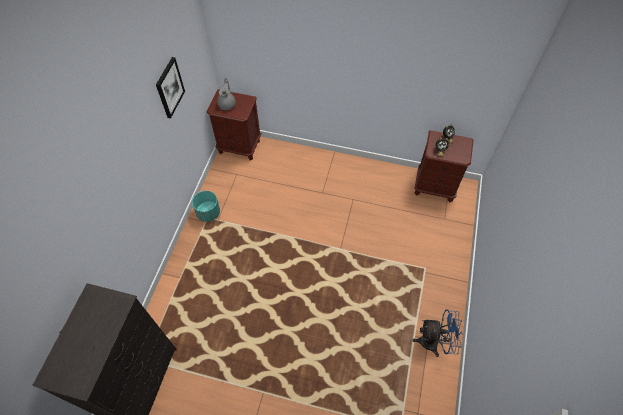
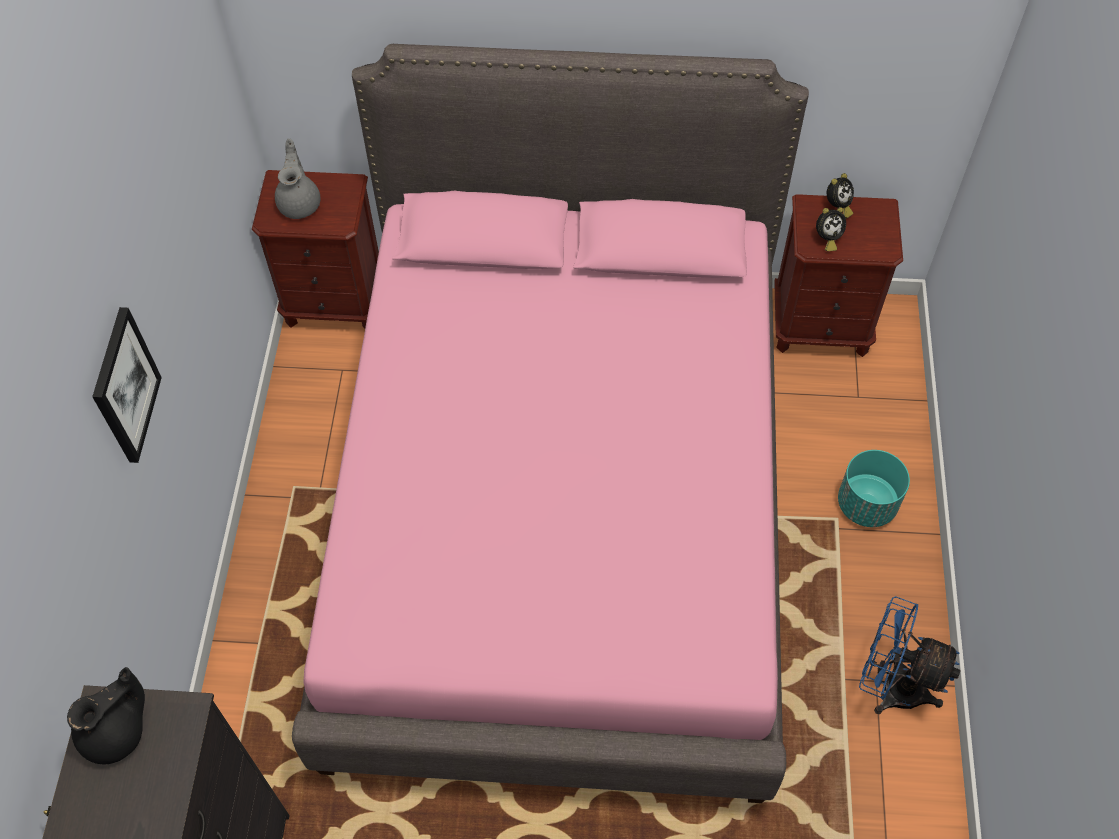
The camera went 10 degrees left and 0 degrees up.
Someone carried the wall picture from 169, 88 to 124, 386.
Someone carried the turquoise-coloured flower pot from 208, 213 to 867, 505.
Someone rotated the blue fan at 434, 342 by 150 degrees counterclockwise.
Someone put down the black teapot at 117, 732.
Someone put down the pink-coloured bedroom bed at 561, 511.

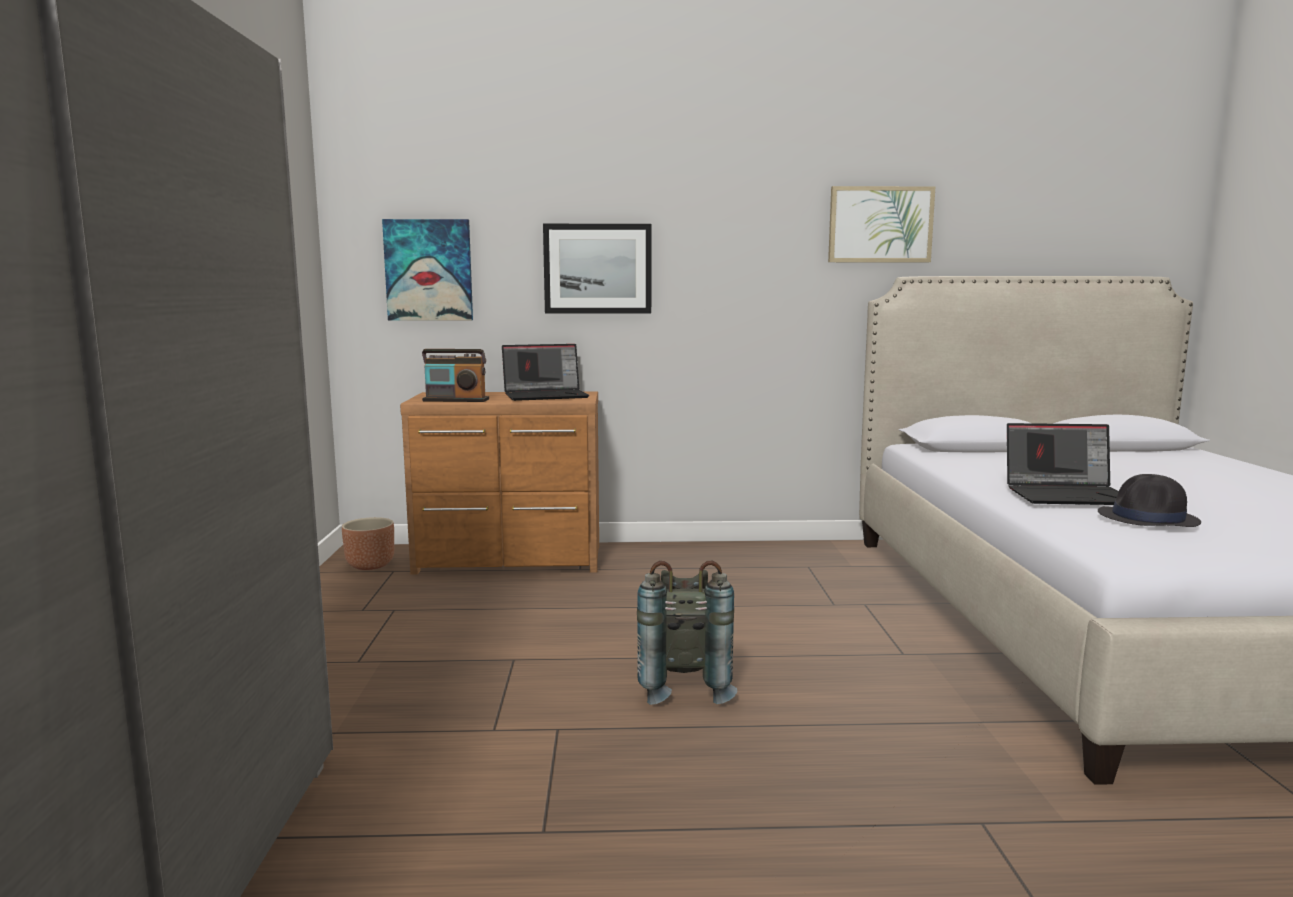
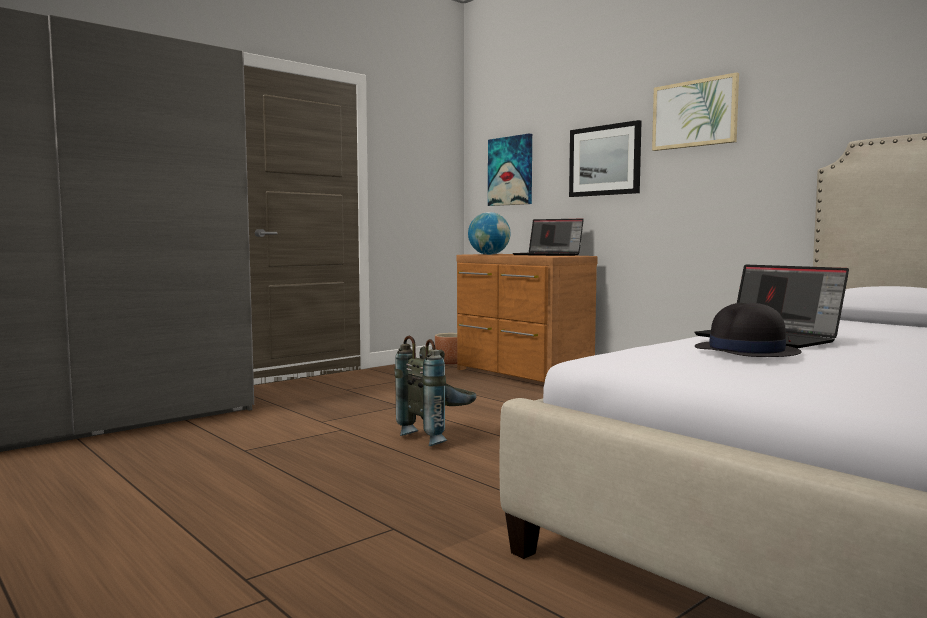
The camera went 50 degrees right and 5 degrees down.
Someone swapped the radio receiver at 456, 400 for the world globe at 489, 254.
Someone carried the wall picture from 880, 225 to 694, 114.

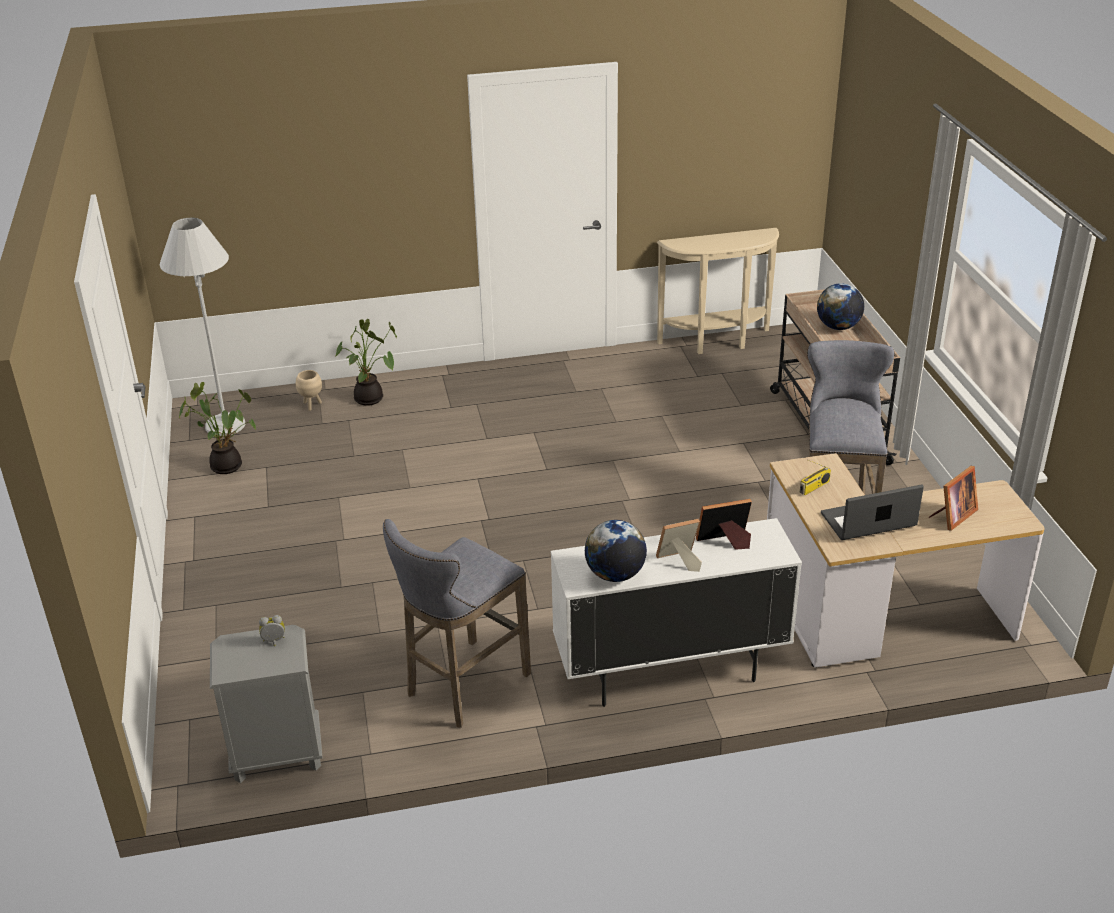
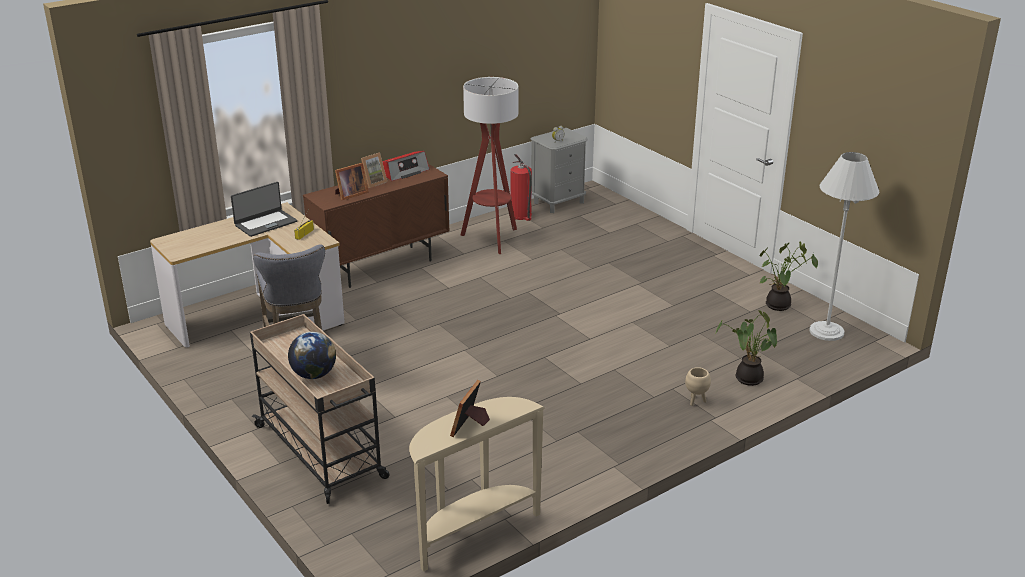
The camera went 155 degrees right and 5 degrees down.
Someone carried the beige flower pot from 311, 405 to 696, 401.
Someone swapped the grey stool at 463, 687 for the standing lamp at 492, 239.
Someone repainted the white storage cabinet at 670, 672, which became the brownish storage cabinet at 382, 266.
Someone swapped the world globe at 615, 574 for the radio receiver at 405, 172.
Someone carried the photo frame from 952, 516 to 470, 425.
Someone put down the fire-fighting cylinder at 521, 215.

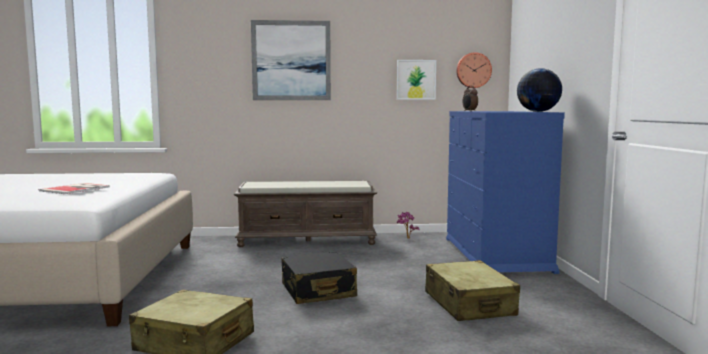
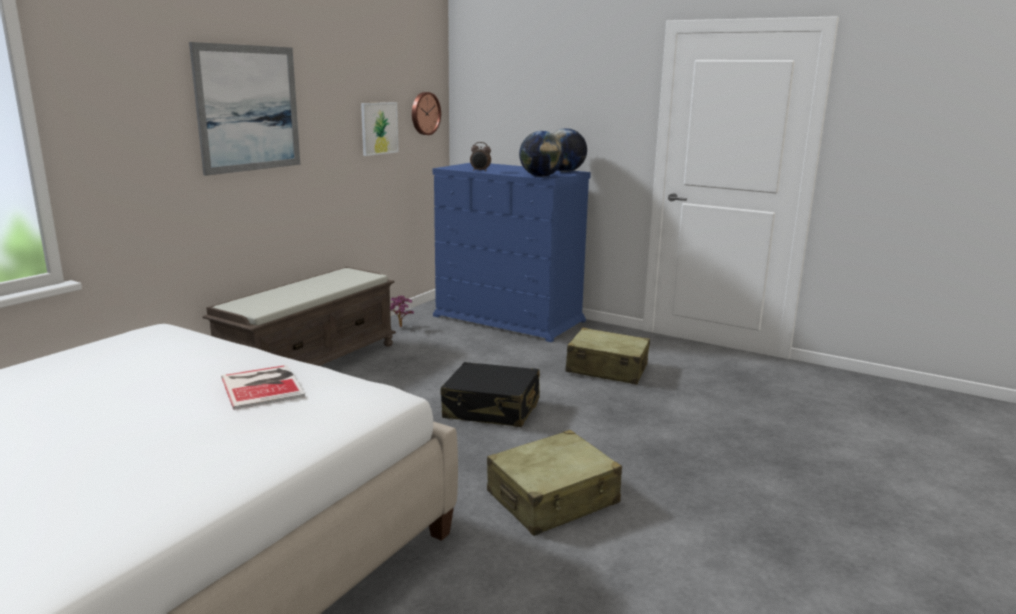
The camera went 55 degrees left and 10 degrees up.
Someone put down the world globe at 541, 176.

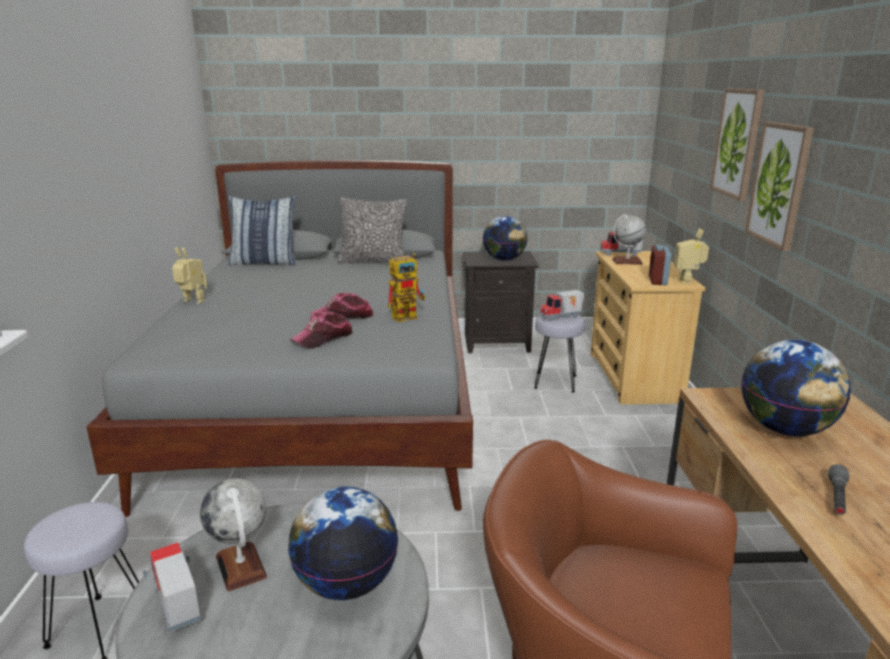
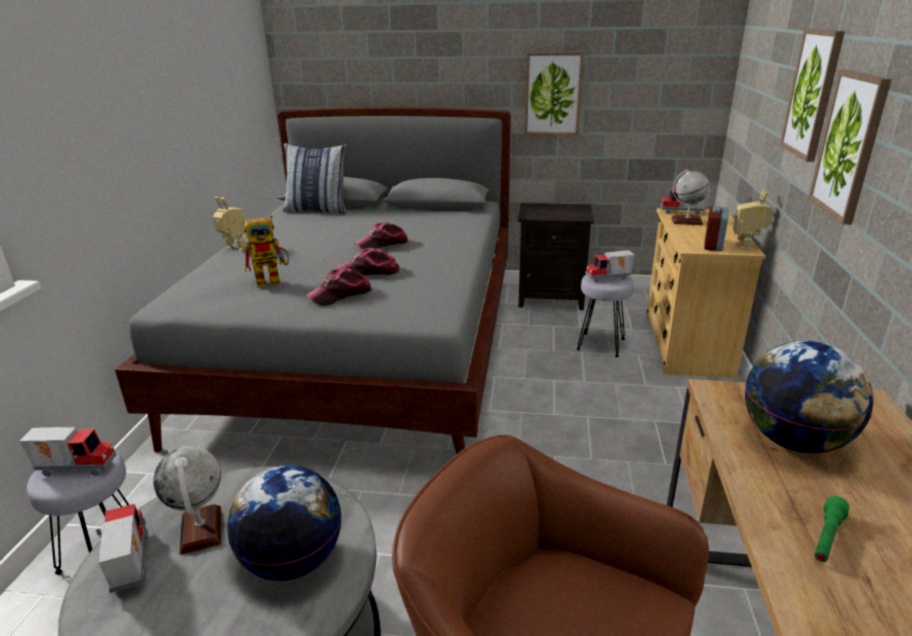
The camera went 10 degrees right and 5 degrees up.
Someone took away the throw pillow at 373, 262.
Someone carried the toy robot from 408, 316 to 273, 280.
Someone took away the world globe at 504, 259.
Someone repainted the grey torch at 837, 498, which became the greenish torch at 826, 537.
Someone put down the toy truck at 77, 467.
Someone put down the baseball cap at 382, 244.
Someone put up the wall picture at 552, 94.

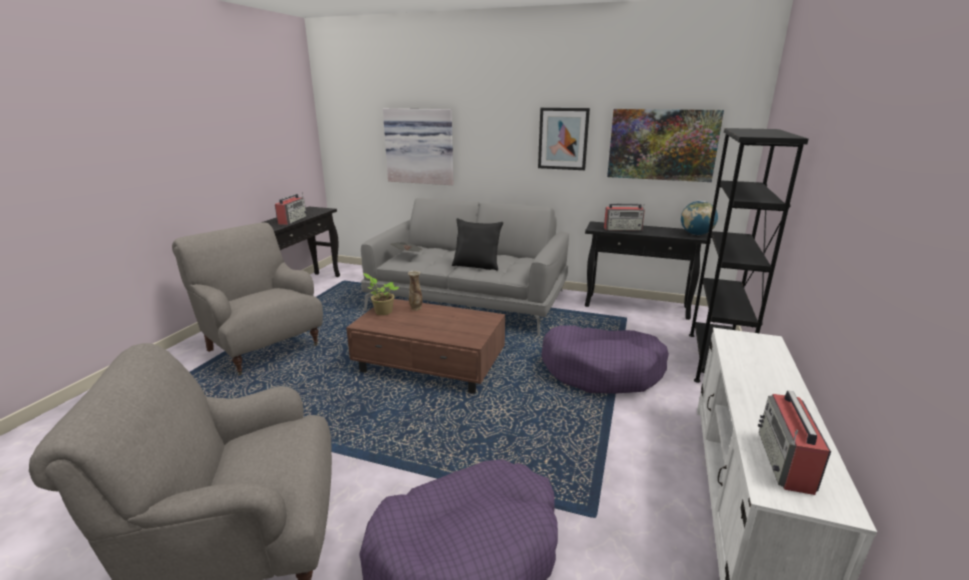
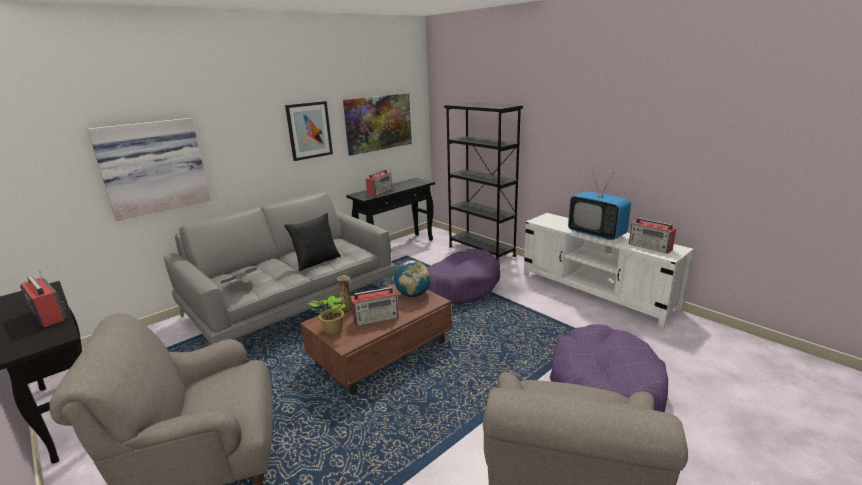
The camera went 60 degrees left and 0 degrees up.
Someone carried the world globe from 696, 234 to 413, 294.
Someone put down the radio receiver at 376, 318.
Someone put down the TV at 596, 234.

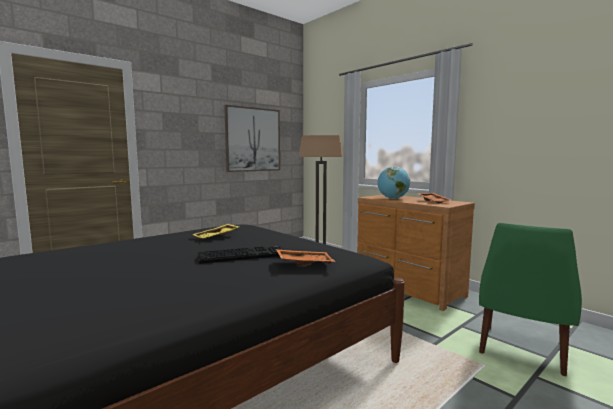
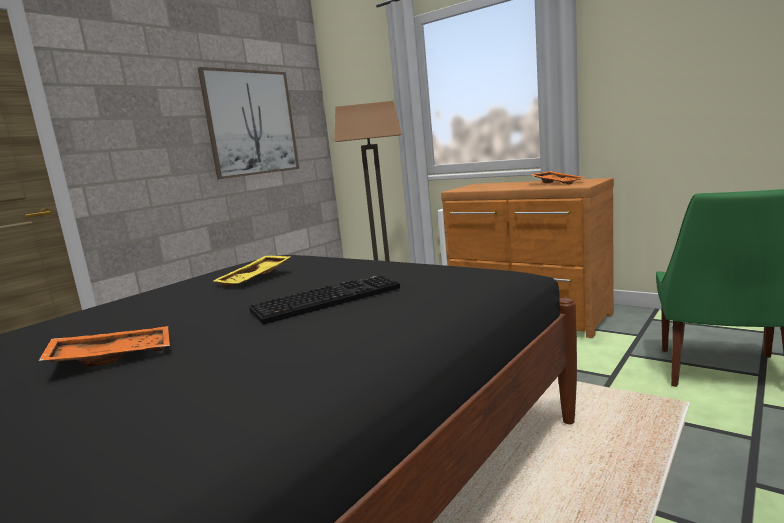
The camera went 10 degrees left and 5 degrees up.
Someone carried the orange-coloured tray from 304, 263 to 113, 357.
Someone took away the world globe at 393, 198.

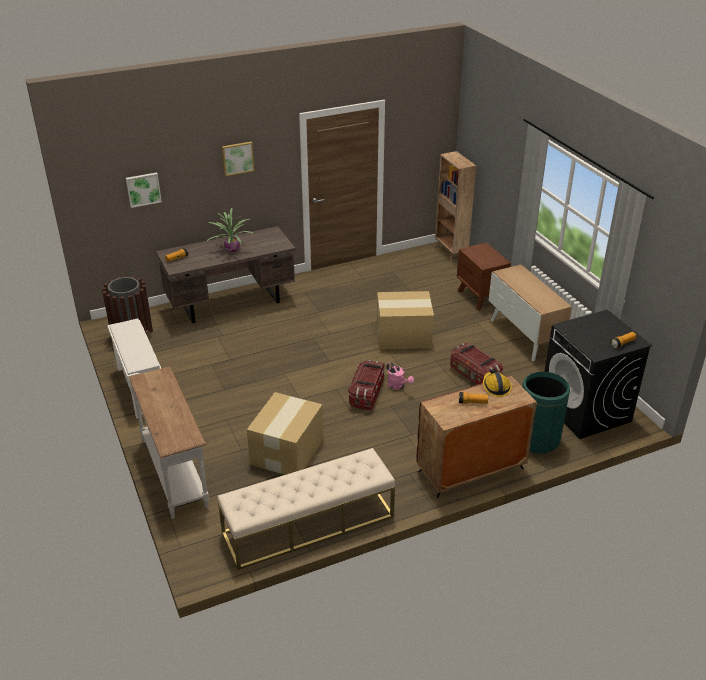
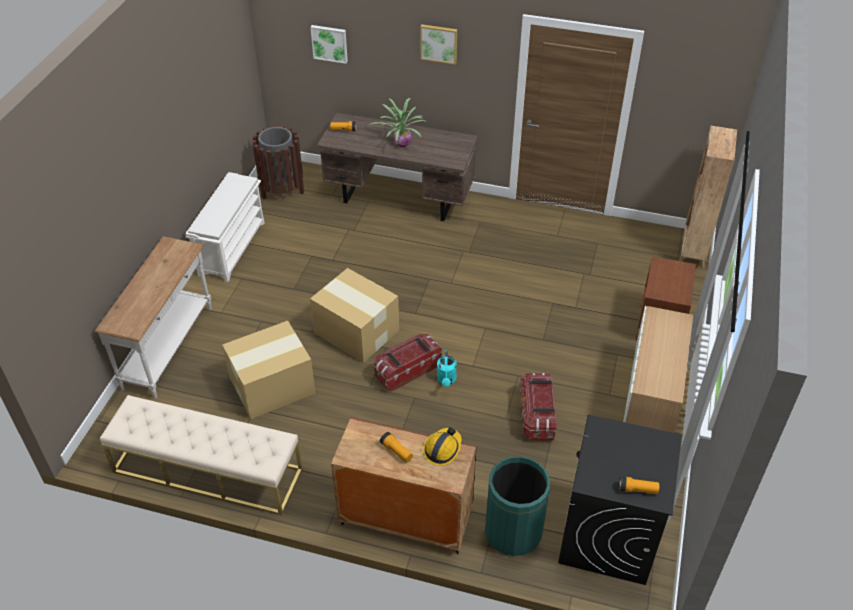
The camera went 40 degrees right and 10 degrees up.
Someone carried the cardboard box from 402, 335 to 356, 330.
Someone repainted the pink-coloured watering pot at 398, 386, which became the turquoise-coloured watering pot at 446, 380.

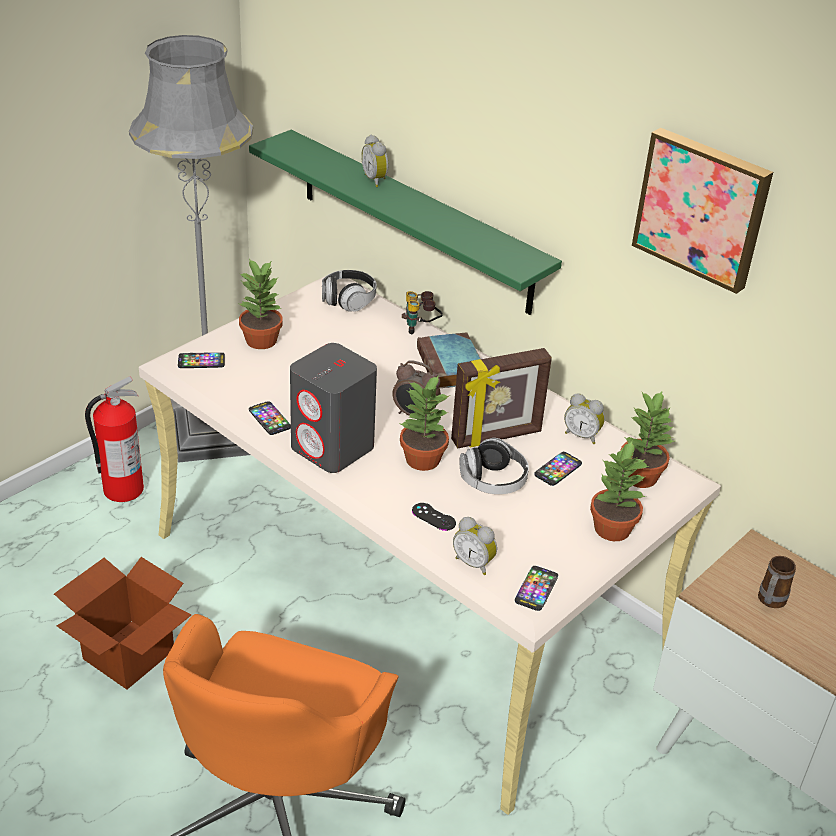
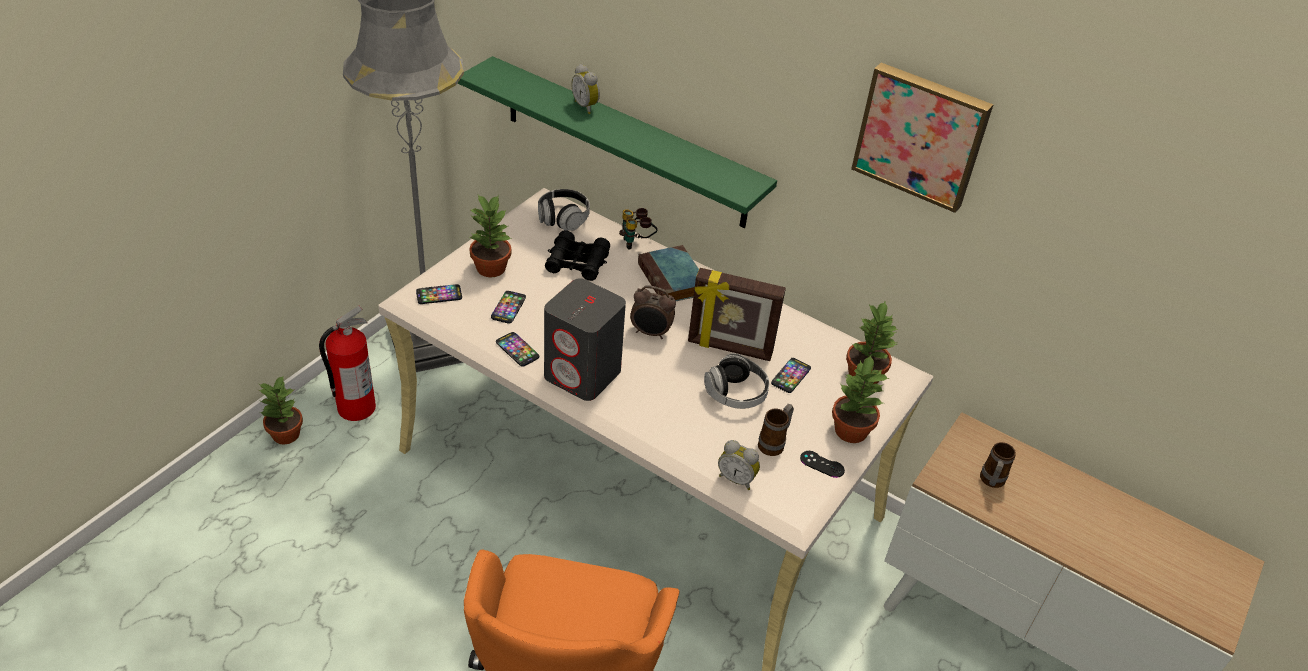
The camera went 10 degrees left and 5 degrees up.
Someone took away the cardboard box at 128, 654.
Someone carried the plant in a pot from 421, 460 to 285, 435.
Someone carried the black game controller from 433, 517 to 822, 464.
Someone rotated the photo frame at 497, 437 by 45 degrees clockwise.
Someone carried the telephone from 536, 589 to 508, 308.
Someone took away the bedside clock at 582, 435.
Someone put down the black binoculars at 577, 263.
Someone put down the mug at 774, 443.

